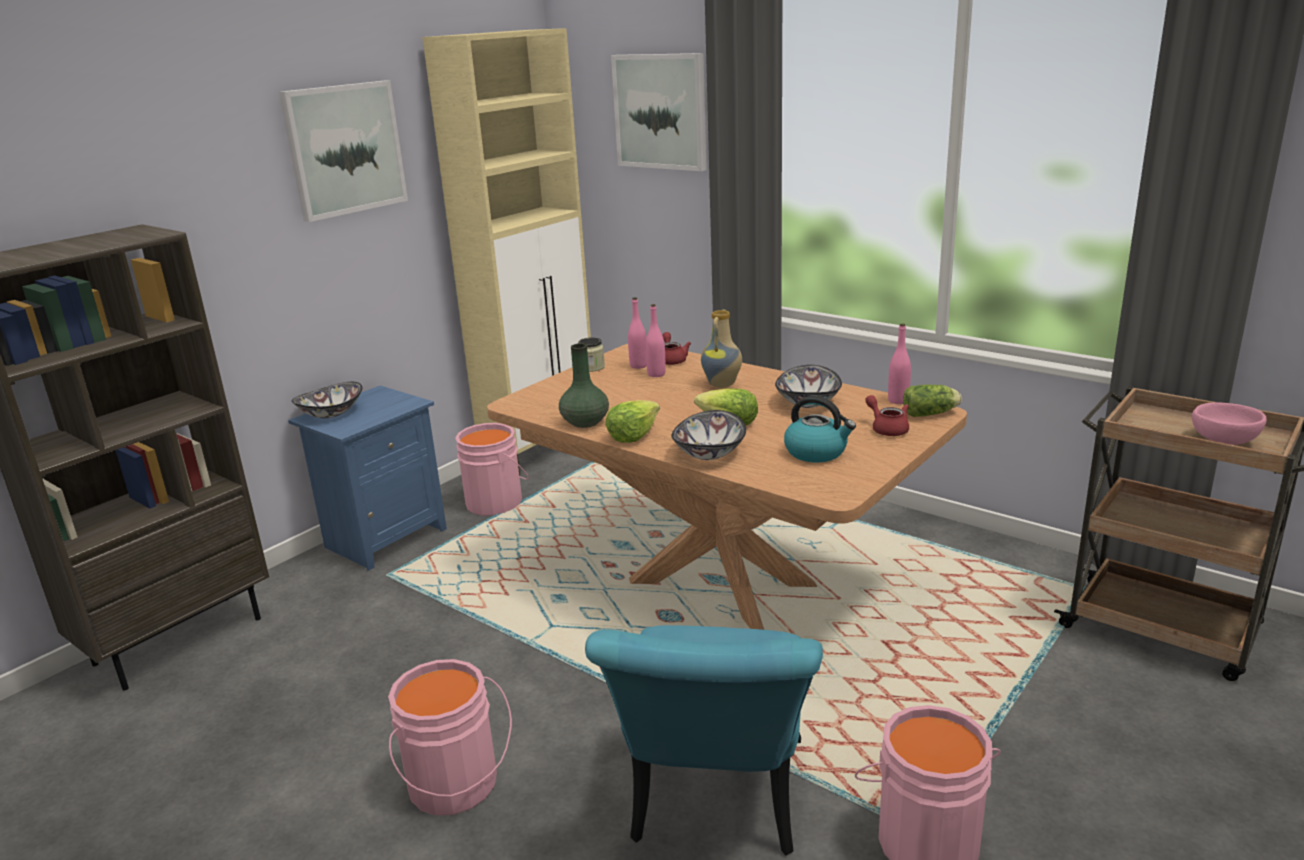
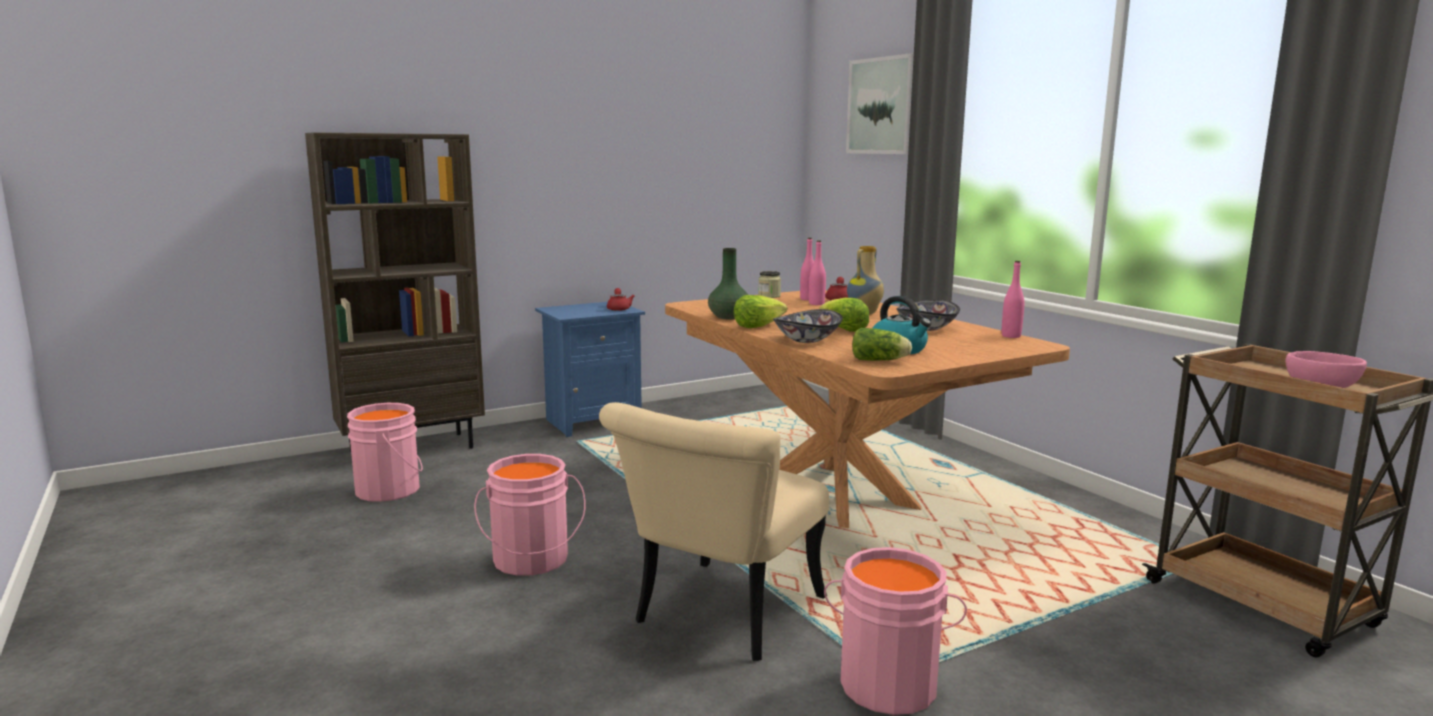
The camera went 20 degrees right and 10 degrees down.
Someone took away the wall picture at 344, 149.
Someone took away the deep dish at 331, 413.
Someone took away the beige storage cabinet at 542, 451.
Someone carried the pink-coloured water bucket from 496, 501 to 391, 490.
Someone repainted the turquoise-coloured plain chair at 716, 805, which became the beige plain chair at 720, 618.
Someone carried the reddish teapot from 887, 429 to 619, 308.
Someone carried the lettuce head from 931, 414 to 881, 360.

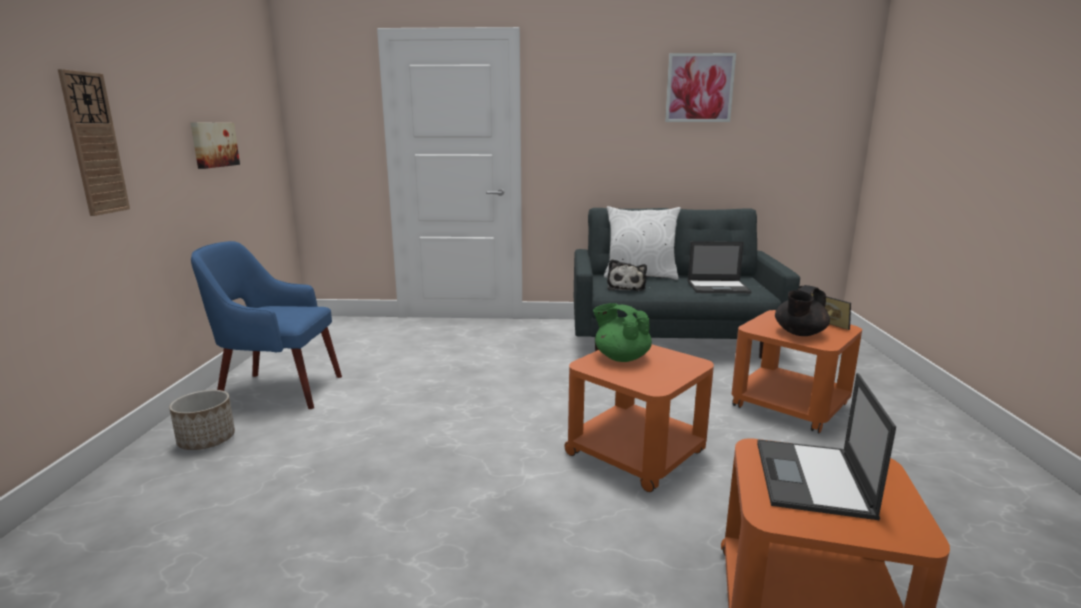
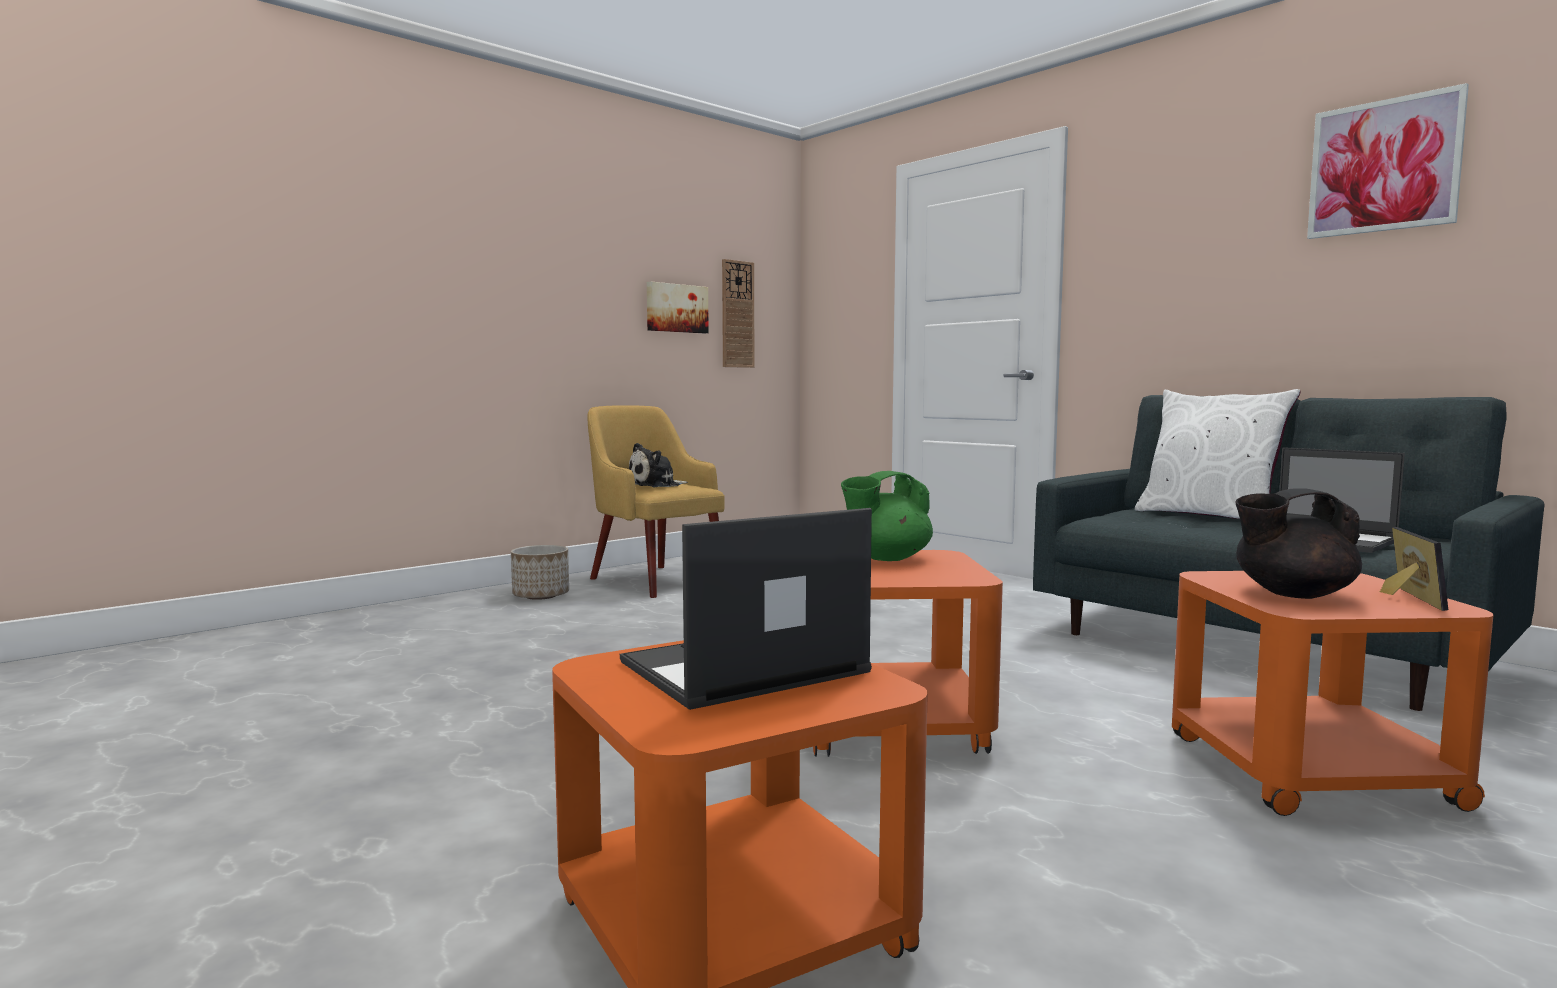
The camera went 45 degrees right and 10 degrees down.
Someone carried the wall clock from 94, 144 to 737, 314.
Someone repainted the blue lounge chair at 277, 390, which became the yellow lounge chair at 655, 580.
Someone rotated the greenish teapot at 621, 357 by 120 degrees counterclockwise.
Someone carried the plush toy from 626, 287 to 656, 485.

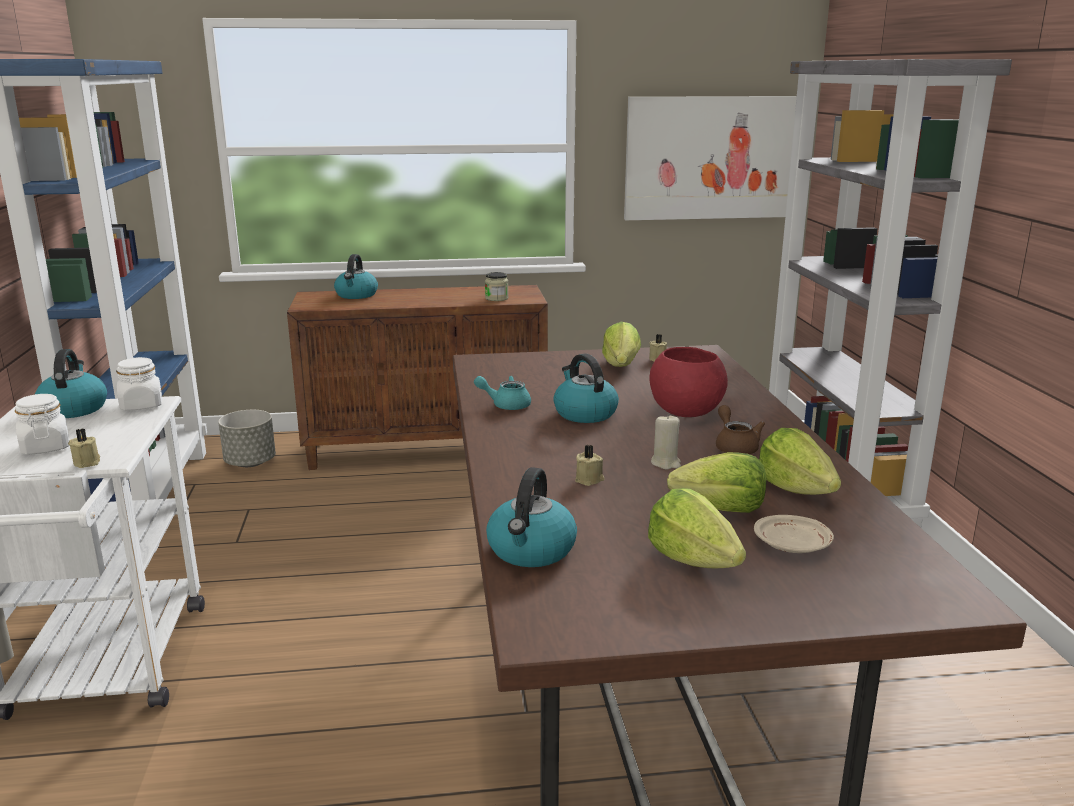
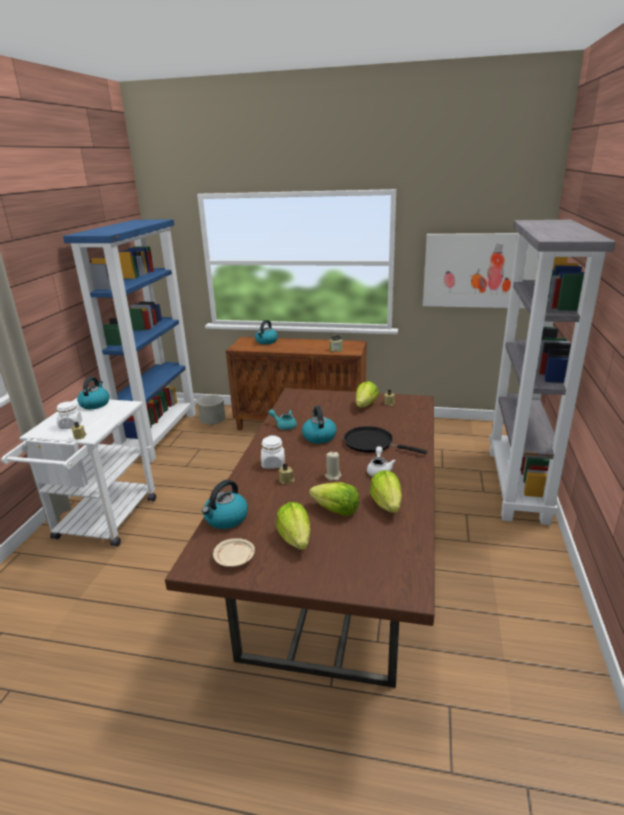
The camera went 20 degrees right and 5 degrees up.
Someone carried the white jar from 141, 405 to 273, 464.
Someone swapped the reddish deep dish at 685, 413 for the black skillet at 372, 443.
Someone repainted the brownish teapot at 735, 446, which became the white teapot at 379, 470.
Someone carried the beige plate from 793, 546 to 235, 559.

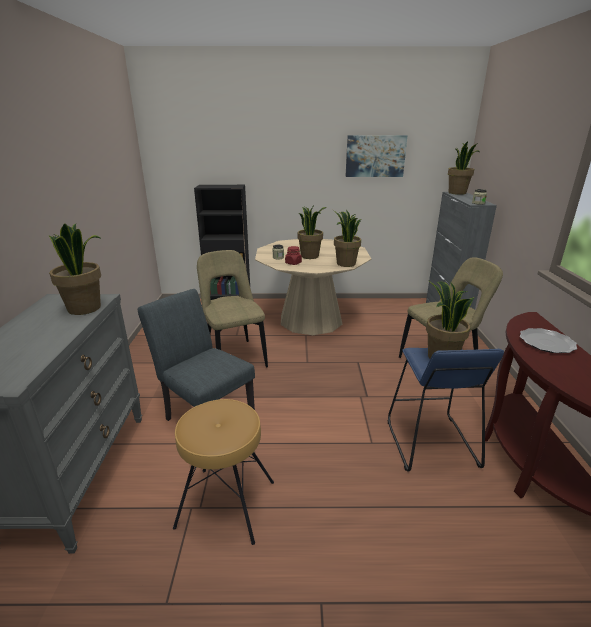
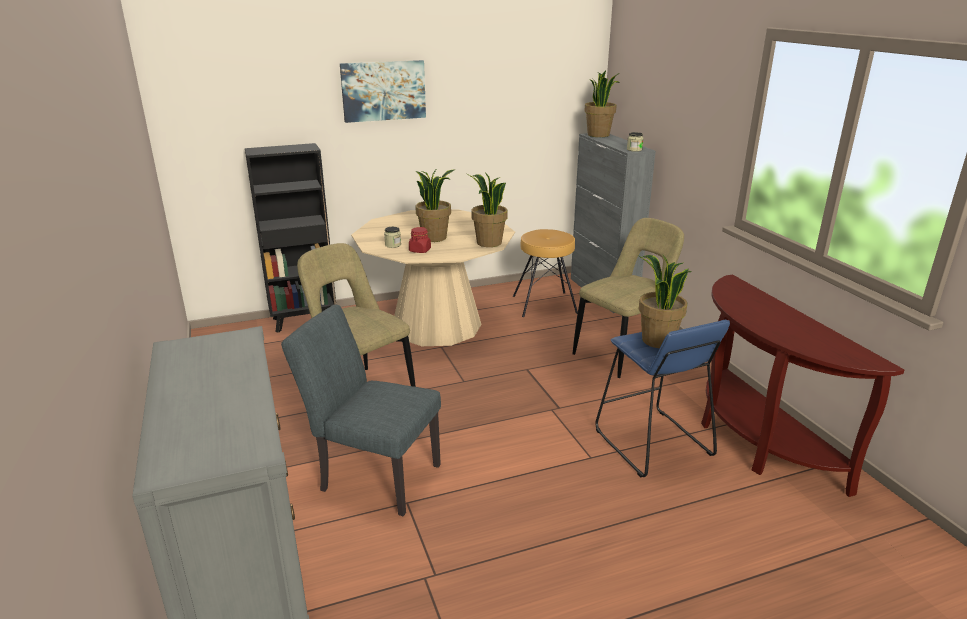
The camera went 20 degrees left and 0 degrees up.
Someone took away the plant in a pot at 85, 308.
Someone carried the brownish stool from 226, 504 to 544, 304.
Someone carried the wall picture from 375, 156 to 383, 91.
Someone took away the plate at 547, 343.

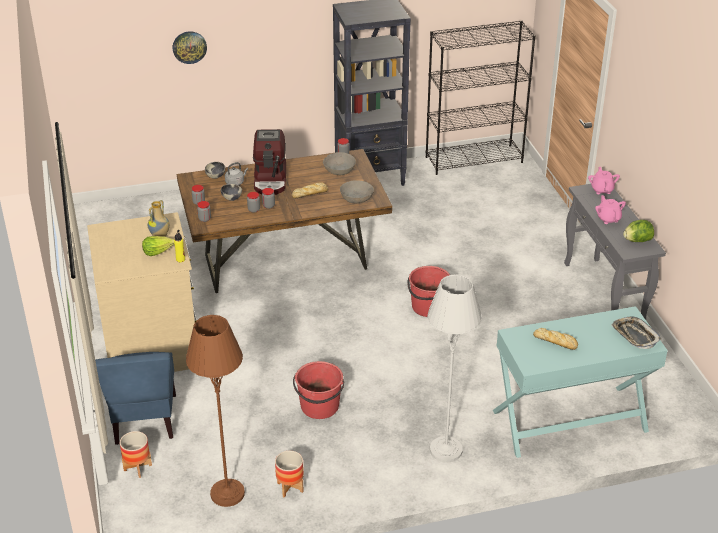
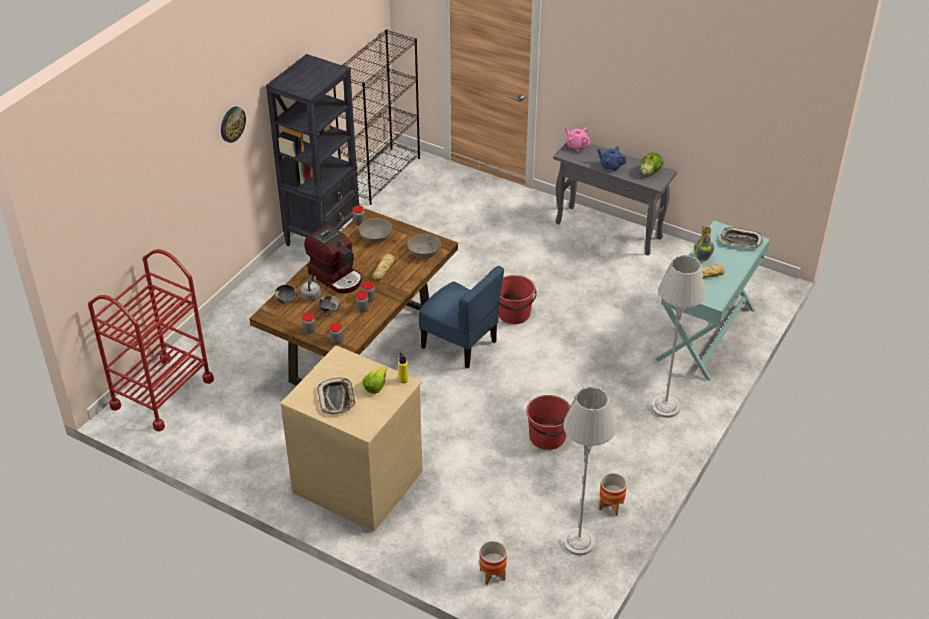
The camera went 45 degrees left and 5 degrees up.
Someone carried the blue plain chair from 144, 420 to 460, 344.
Someone carried the vase from 160, 237 to 703, 258.
Someone carried the wall clock from 189, 47 to 232, 124.
Someone repainted the brownish standing lamp at 227, 493, which became the grey standing lamp at 578, 542.
Someone repainted the pink-coloured teapot at 608, 218, which became the blue teapot at 611, 166.
Someone put down the reddish cart at 162, 393.
Someone put down the tray at 337, 398.

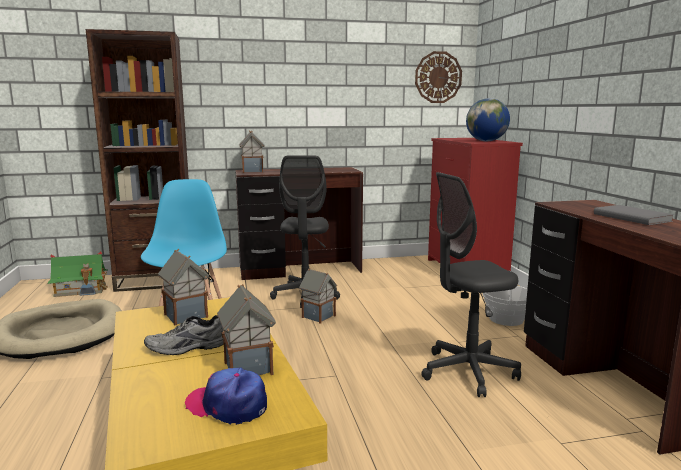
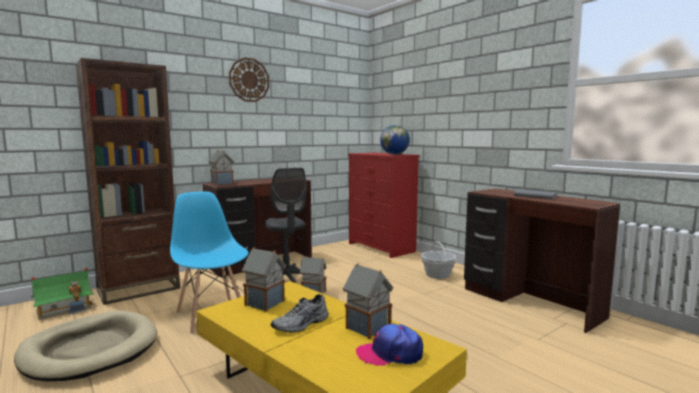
The camera went 25 degrees left and 5 degrees down.
Someone carried the wall clock from 438, 77 to 249, 80.
Someone took away the grey office chair at 468, 372.

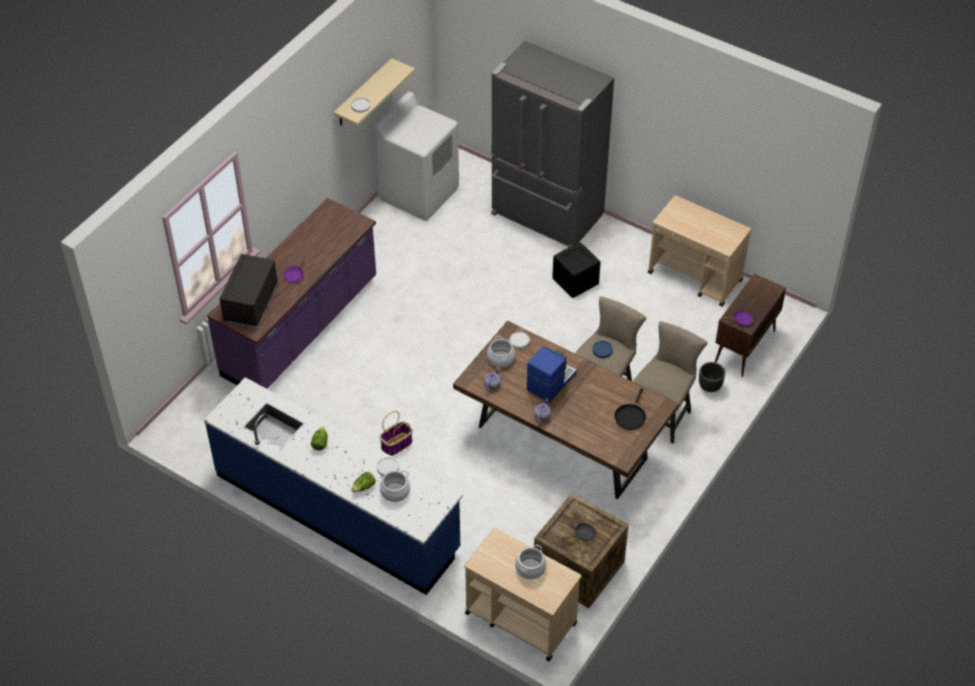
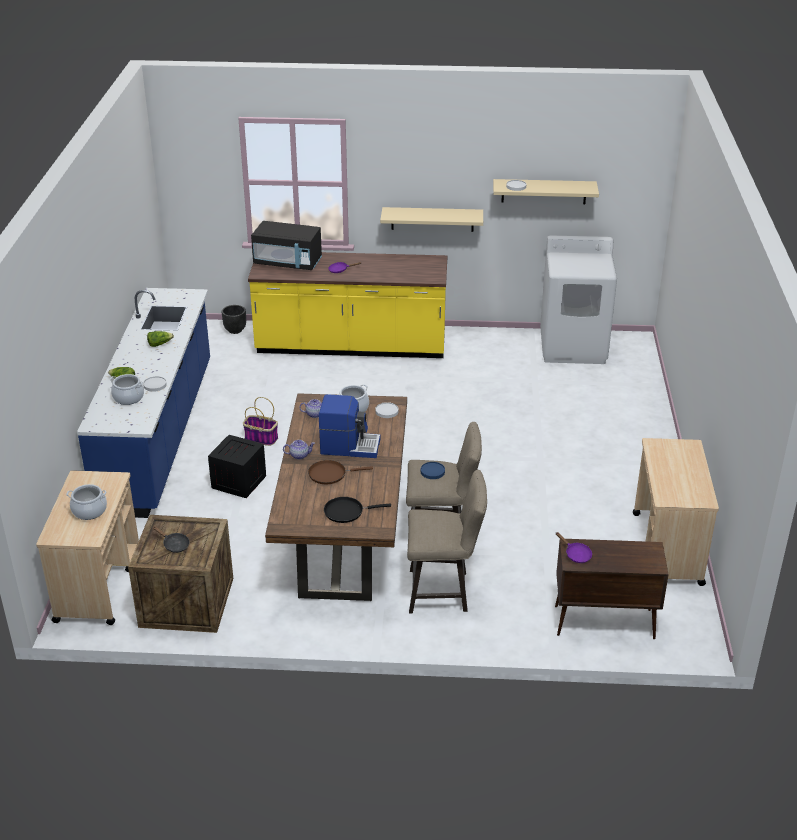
The camera went 60 degrees right and 15 degrees down.
Someone repainted the purple kitchen counter at 301, 328, which became the yellow kitchen counter at 351, 346.
Someone rotated the black microwave oven at 250, 303 by 150 degrees counterclockwise.
Someone took away the grey refrigerator at 546, 216.
Someone carried the packing crate from 576, 281 to 239, 482.
Someone carried the black flower pot from 710, 387 to 235, 330.
Someone put down the brownish skillet at 330, 474.
Someone put up the beige shelf at 432, 219.

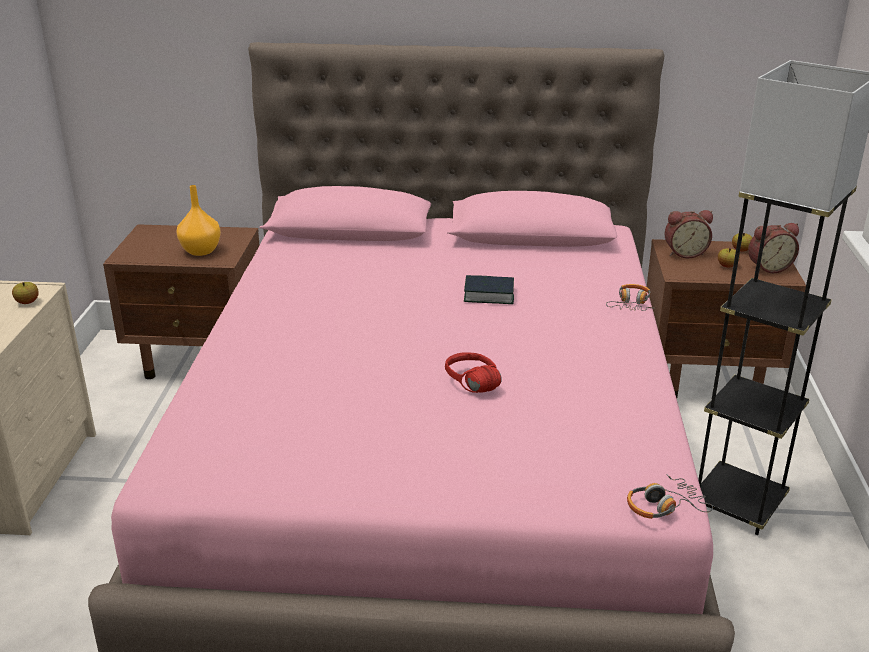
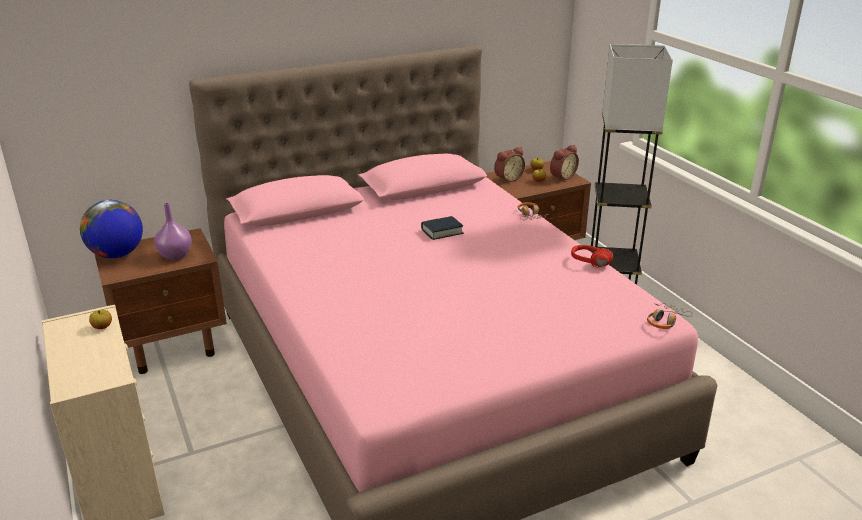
The camera went 30 degrees left and 0 degrees up.
Someone repainted the orange-coloured vase at 200, 251, which became the purple vase at 175, 255.
Someone carried the reddish pair of headphones from 465, 385 to 588, 265.
Someone put down the world globe at 117, 254.

